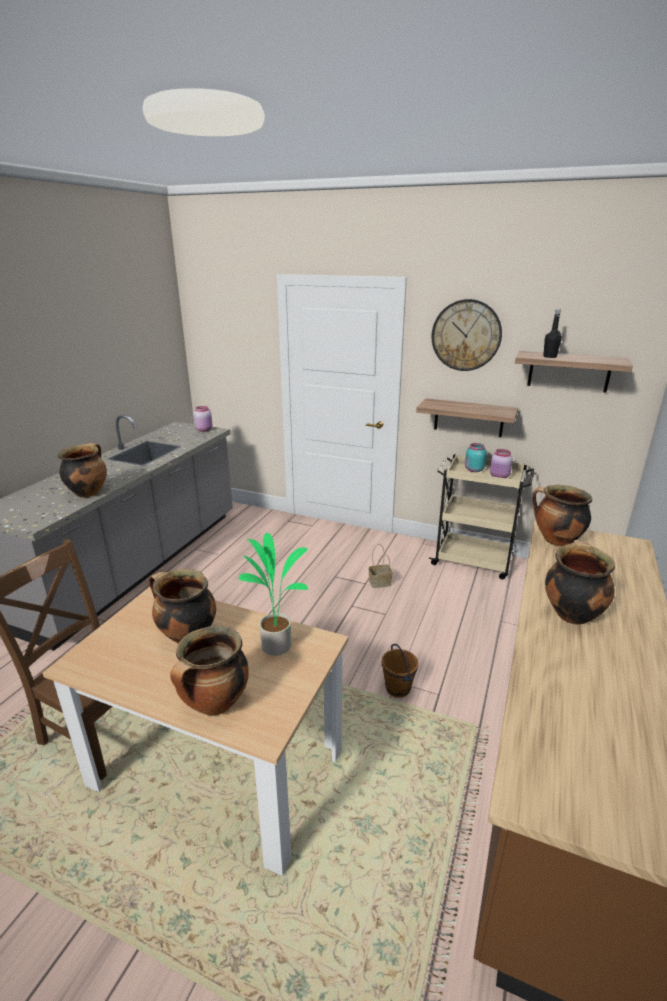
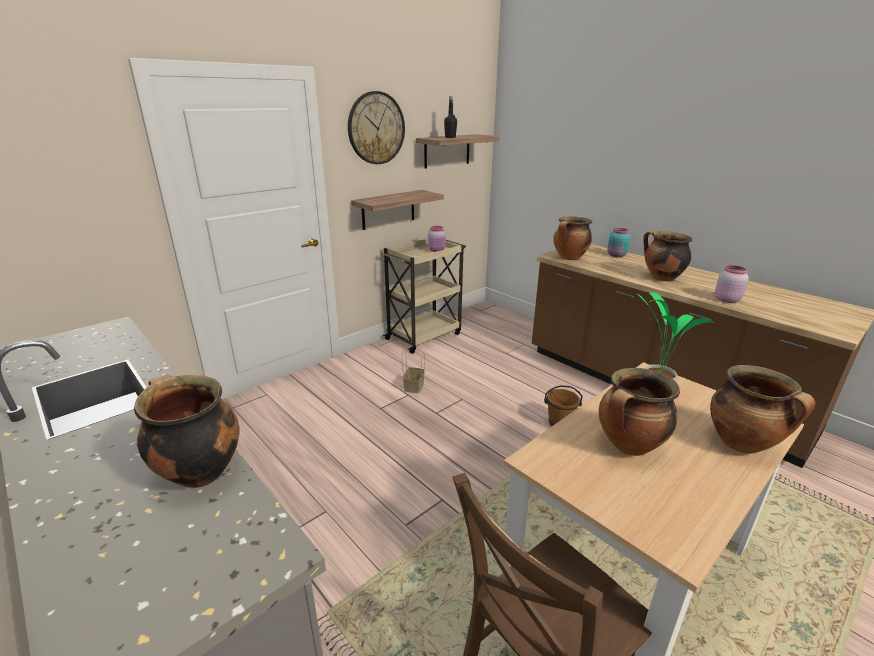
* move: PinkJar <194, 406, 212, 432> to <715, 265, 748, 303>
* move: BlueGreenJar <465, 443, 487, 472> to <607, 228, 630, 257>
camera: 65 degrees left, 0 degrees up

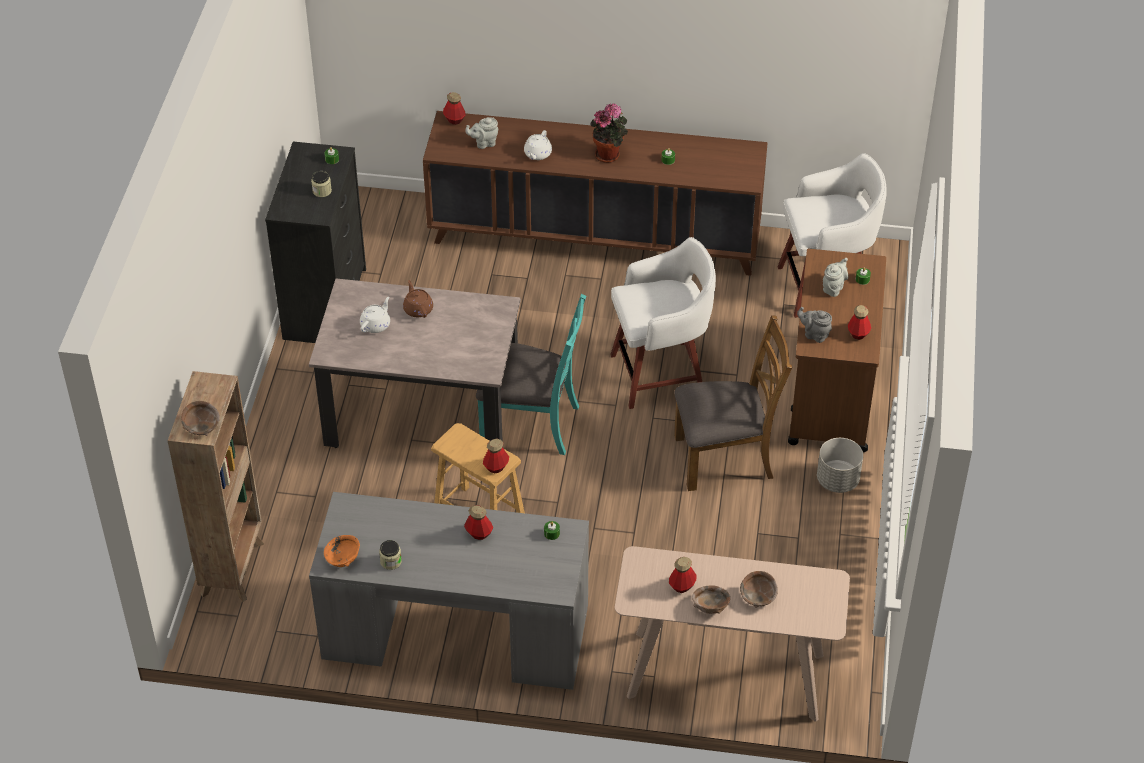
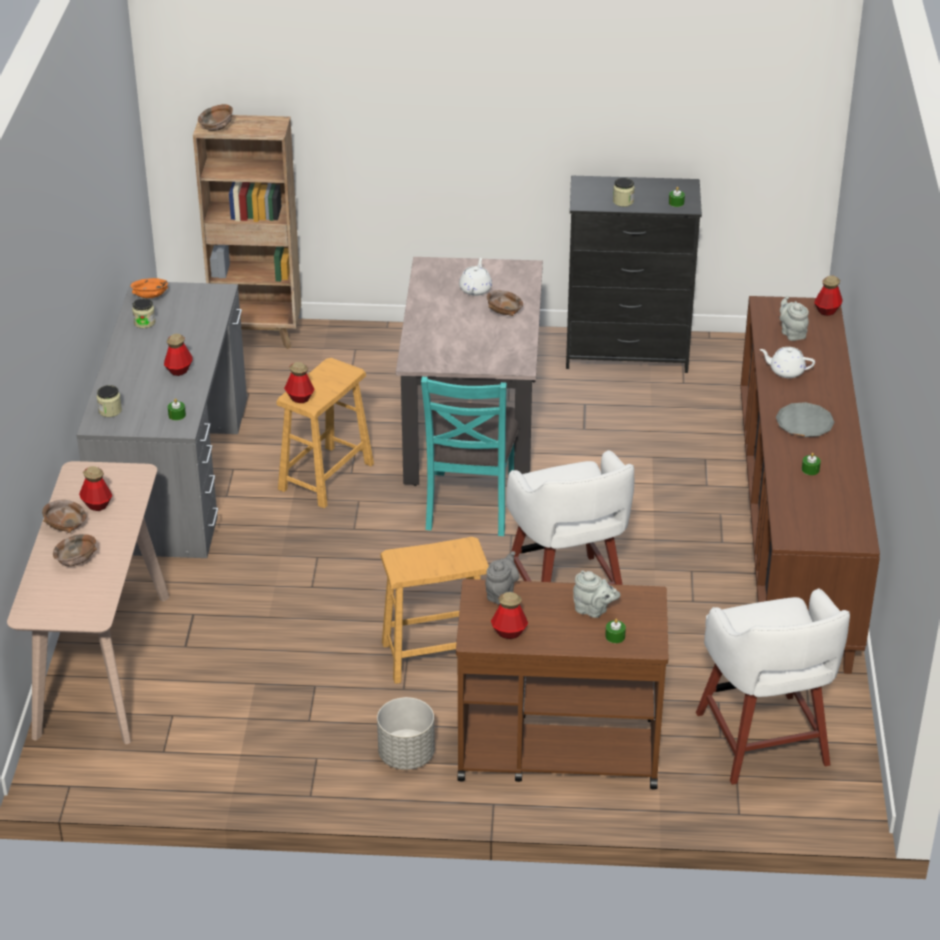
* insert: Jar <97, 385, 122, 417>
* replace: BrownColouredTeaPot <403, 280, 433, 318> to BrownColouredBowl <487, 290, 523, 316>
* replace: PottedPlant <590, 103, 628, 163> to GrayPlate <776, 402, 834, 437>
* replace: BrownColouredChair <674, 315, 792, 491> to BrownColouredStool <380, 537, 489, 684>
* rotate: WhiteTeaPot <360, 297, 390, 333> = <459, 258, 492, 296> 105 degrees counterclockwise
camera: 85 degrees right, 10 degrees down

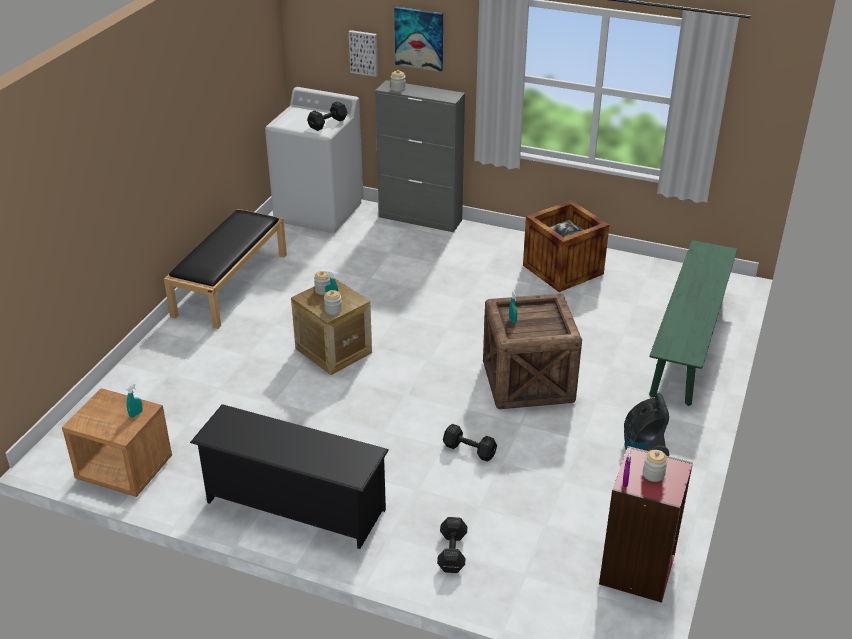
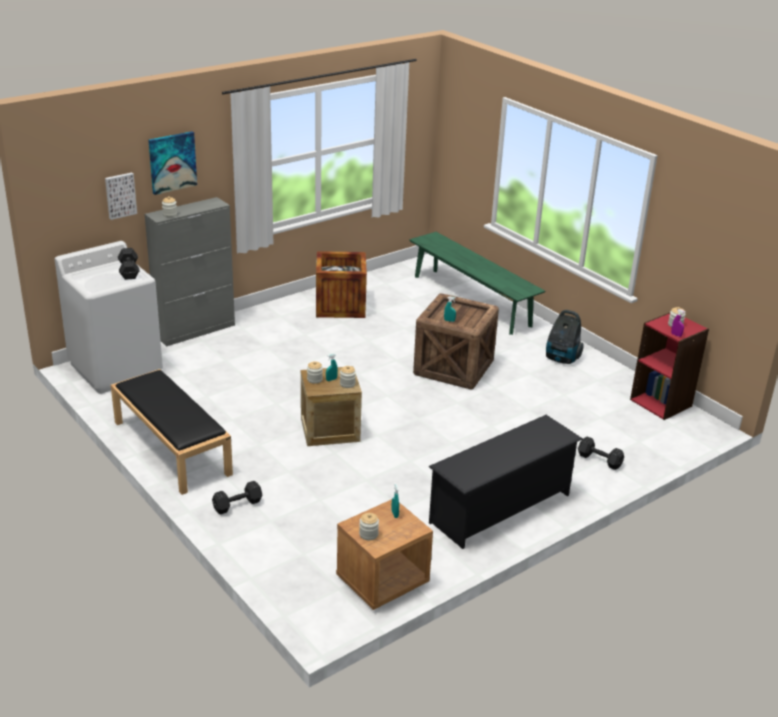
* insert: Jar <359, 513, 379, 540>
* move: BlackishDumbbell <443, 424, 497, 462> to <212, 481, 263, 514>
camera: 60 degrees left, 5 degrees down

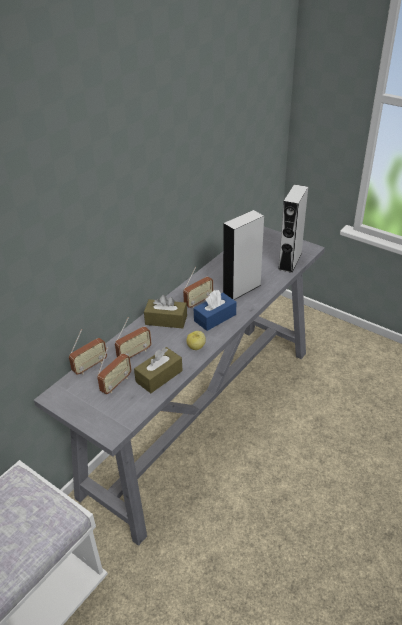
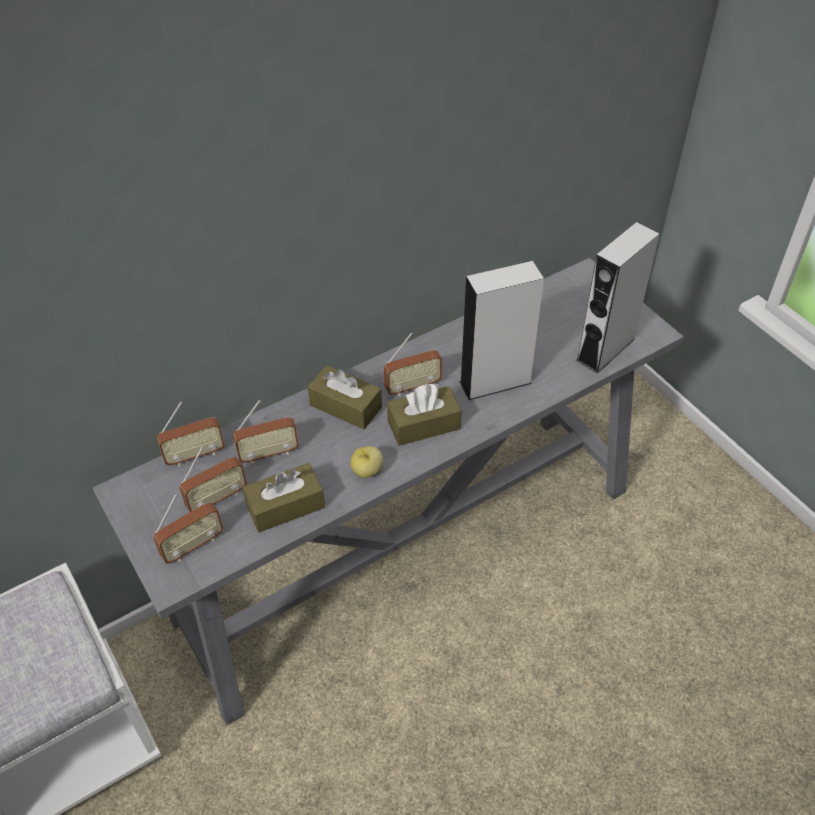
* insert: RadioReceiver <153, 494, 223, 564>
* recolor: BlueColouredBoxOfTissues <193, 290, 236, 331> to BrownColouredBoxOfTissues <387, 384, 462, 446>
camera: 20 degrees right, 10 degrees up

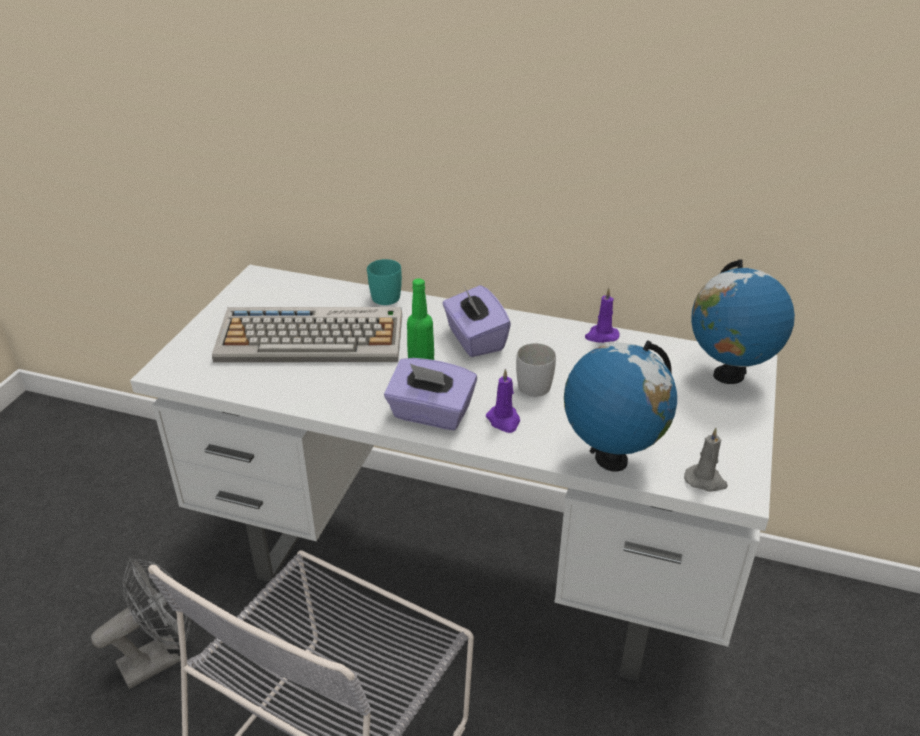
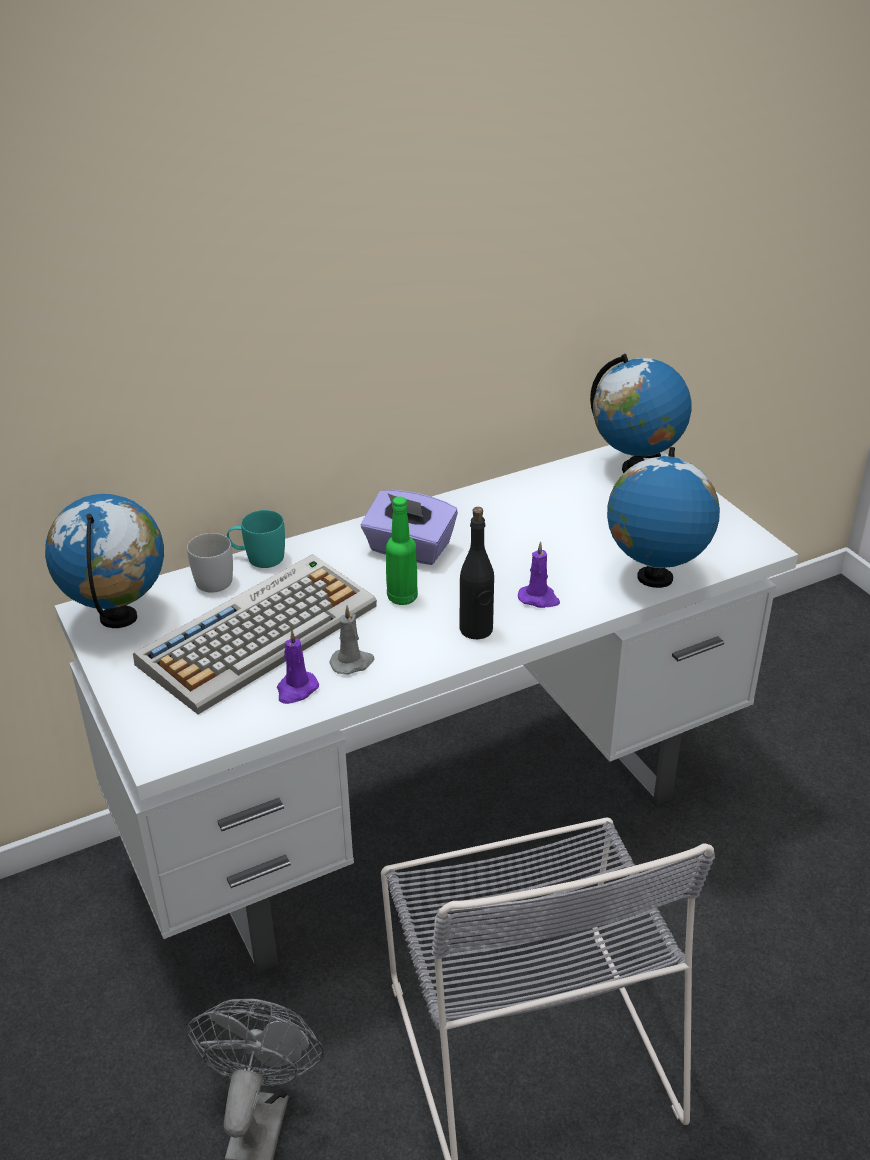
* insert: WorldGlobe <45, 494, 164, 628>
* move: WhiteCoffeeMug <516, 343, 556, 397> to <187, 533, 233, 593>
* move: PurplishWaxCandle <585, 288, 620, 343> to <277, 630, 319, 704>
* move: GrayWaxCandle <684, 428, 728, 492> to <329, 605, 374, 675>
* replace: PurplishBoxOfTissues <384, 358, 477, 430> to BlackishBottle <460, 507, 494, 639>
camera: 45 degrees left, 0 degrees up

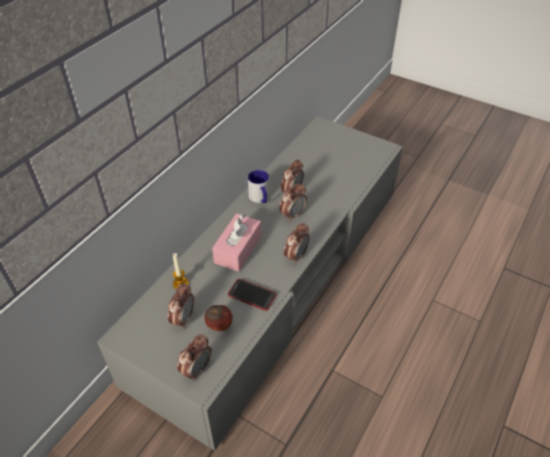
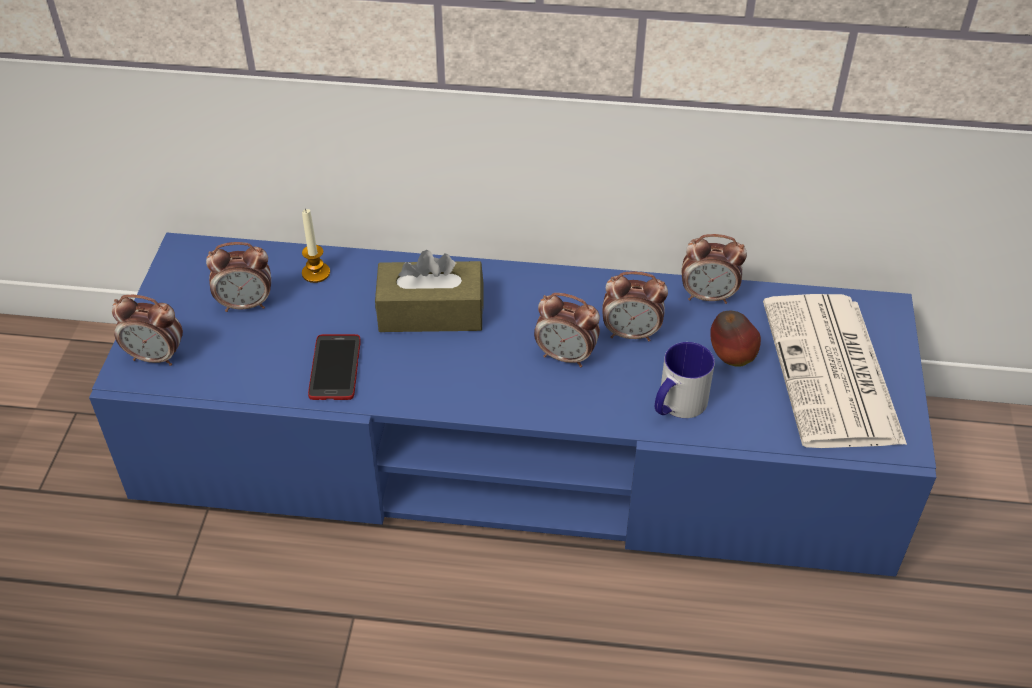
* insert: Newspaper <763, 294, 907, 448>
* move: WholeApple <205, 305, 233, 331> to <710, 311, 761, 367>
* move: CoffeeMug <248, 170, 269, 203> to <655, 342, 715, 418>
* move: BedsideClock <284, 222, 310, 264> to <682, 234, 747, 304>
* recolor: GrayTvUnit <97, 116, 403, 451> to BlueColouredTvUnit <89, 233, 936, 577>
* recolor: PinkBoxOfTissues <212, 213, 261, 272> to BrownColouredBoxOfTissues <375, 250, 483, 332>
camera: 65 degrees right, 0 degrees up

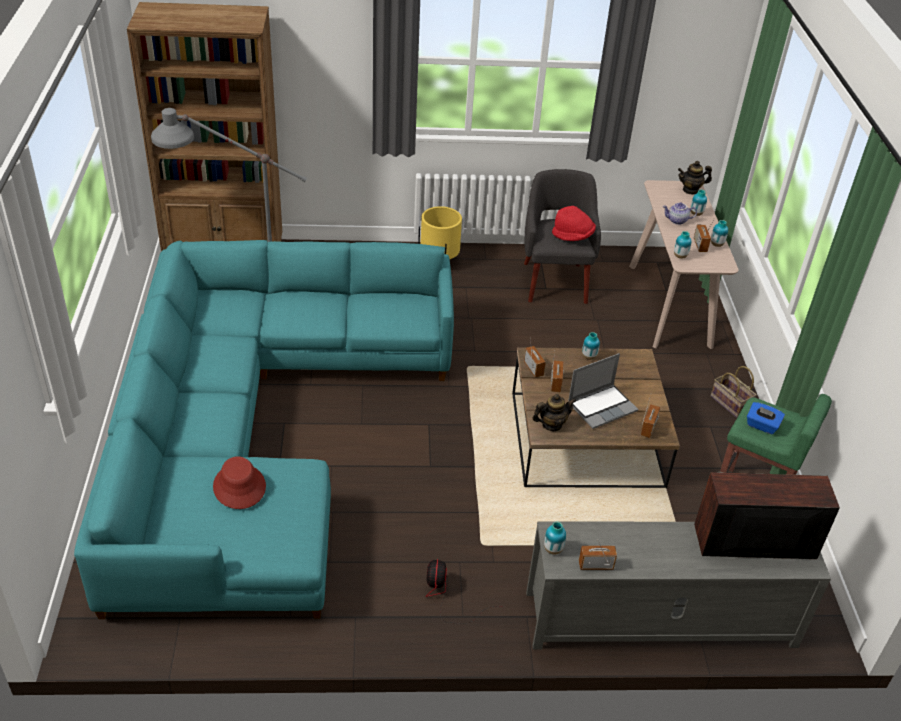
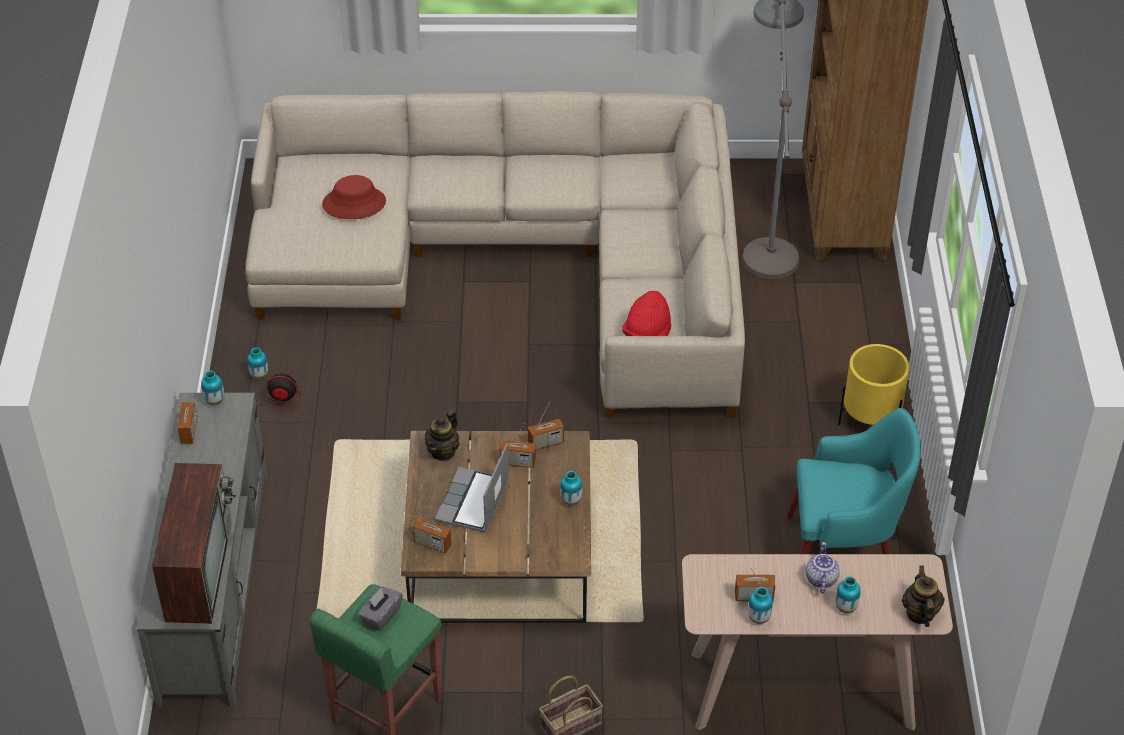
* move: RedColouredHat <552, 206, 596, 241> to <622, 291, 671, 336>
* move: DecorativeVase <674, 231, 691, 259> to <248, 347, 268, 379>
* recolor: BlueGreenCouch <74, 240, 454, 619> to BeigeColouredCouch <245, 91, 745, 418>
* recolor: GrayLoungeChair <524, 169, 601, 304> to BlueGreenLoungeChair <786, 408, 921, 554>
* recolor: BlueColouredBoxOfTissues <747, 402, 785, 434> to GrayBoxOfTissues <358, 586, 402, 631>
* rotate: TeaPot <532, 394, 576, 431> = <425, 409, 459, 461> 45 degrees clockwise
* rotate: NotebookComputer <568, 353, 638, 429> = <435, 443, 509, 533> 45 degrees clockwise
camera: 95 degrees right, 5 degrees up

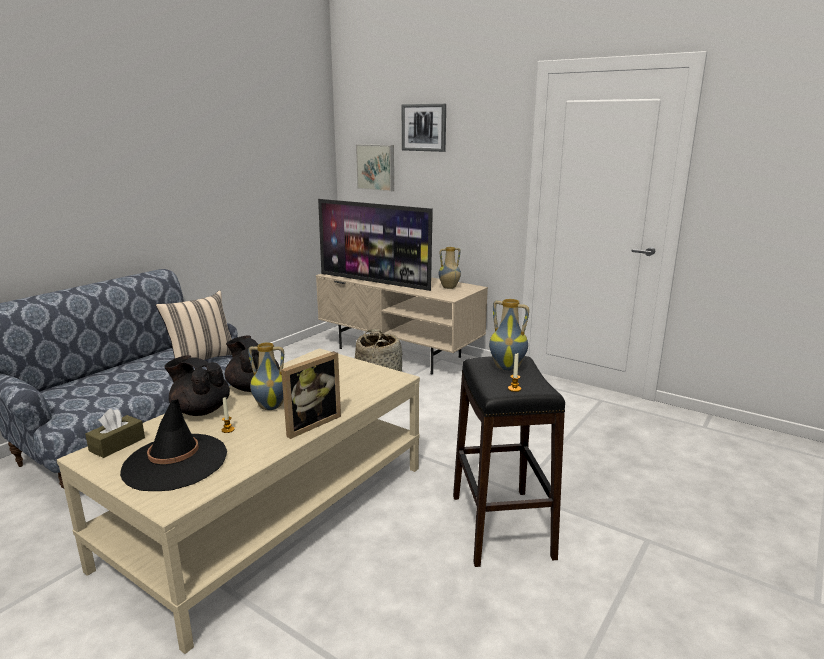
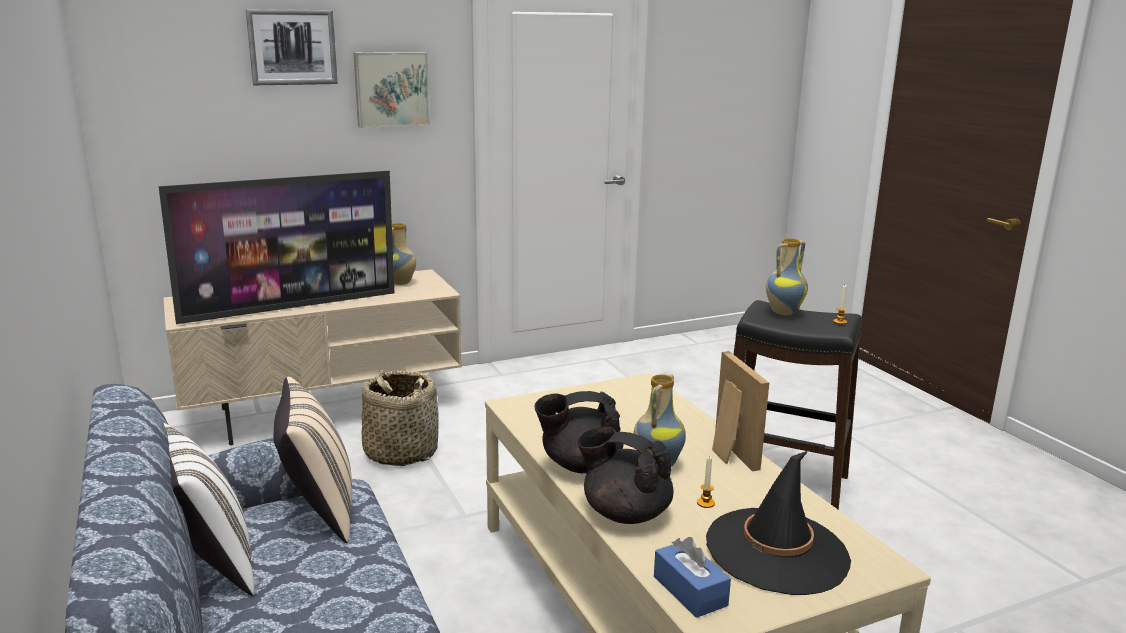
* insert: WhiteCushion <164, 423, 255, 596>
* move: WallArt <356, 144, 394, 191> to <353, 52, 430, 128>
* recolor: BrownColouredBoxOfTissues <85, 409, 145, 458> to BlueColouredBoxOfTissues <654, 537, 731, 618>
* rotate: BlackishTeaPot <164, 355, 230, 416> = <577, 427, 674, 524> 60 degrees clockwise
camera: 60 degrees left, 0 degrees up

